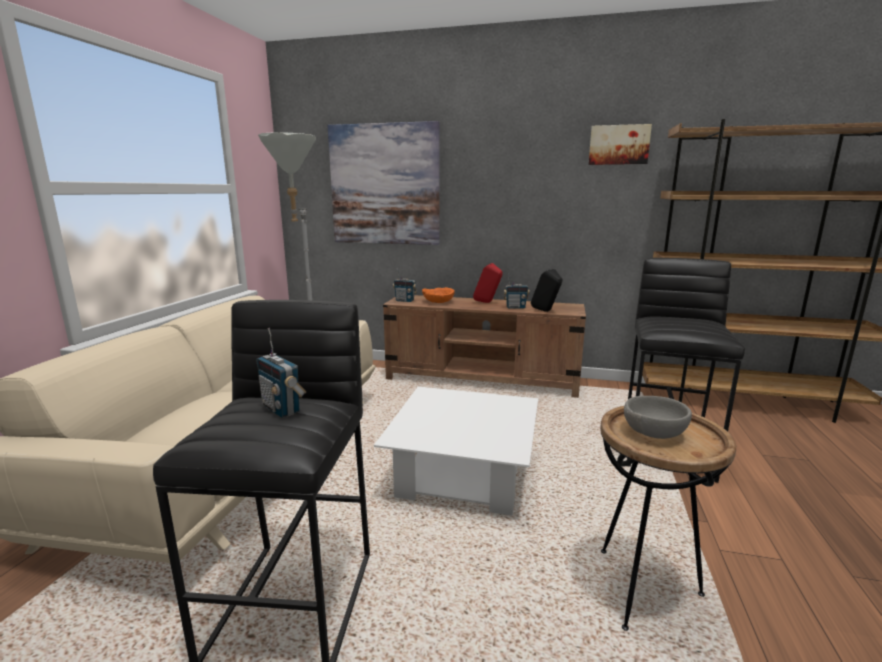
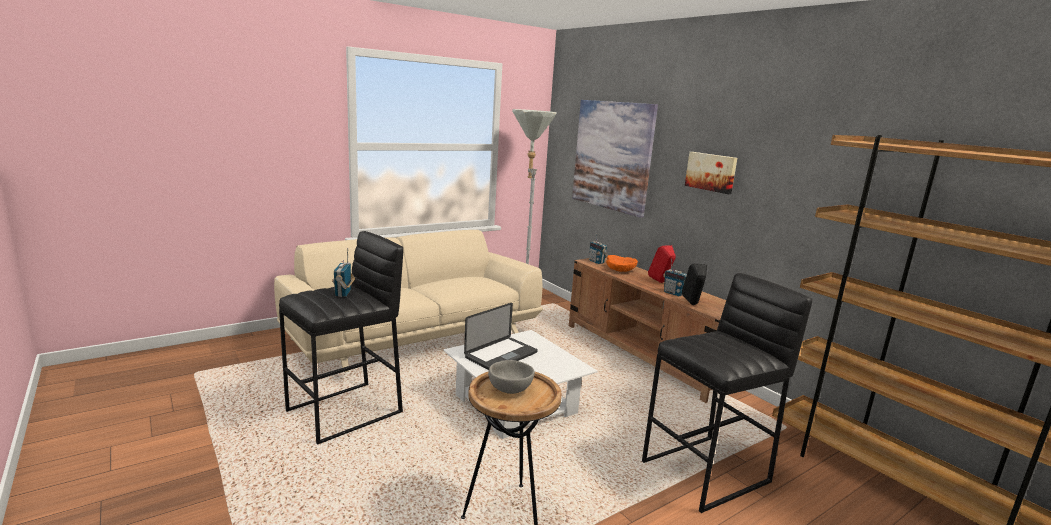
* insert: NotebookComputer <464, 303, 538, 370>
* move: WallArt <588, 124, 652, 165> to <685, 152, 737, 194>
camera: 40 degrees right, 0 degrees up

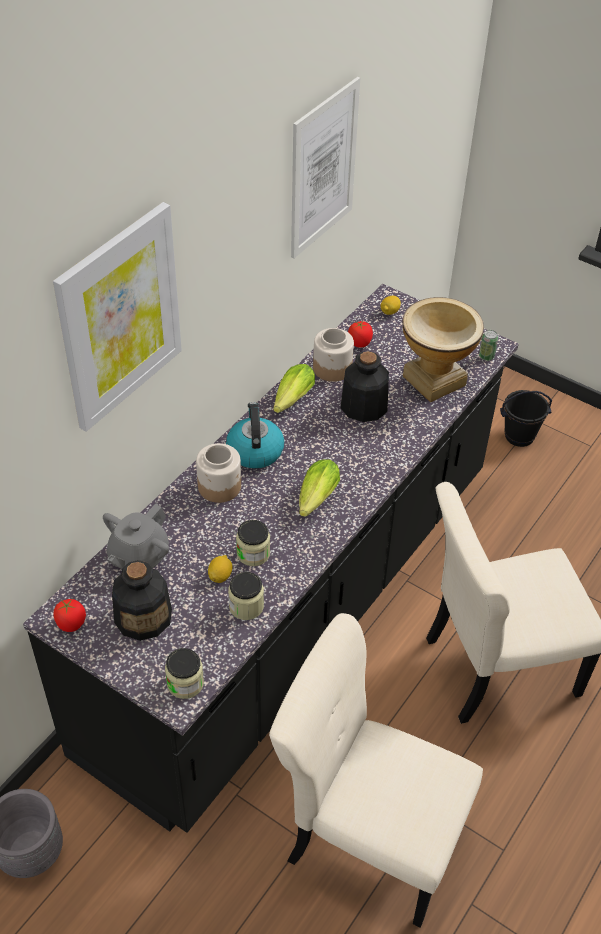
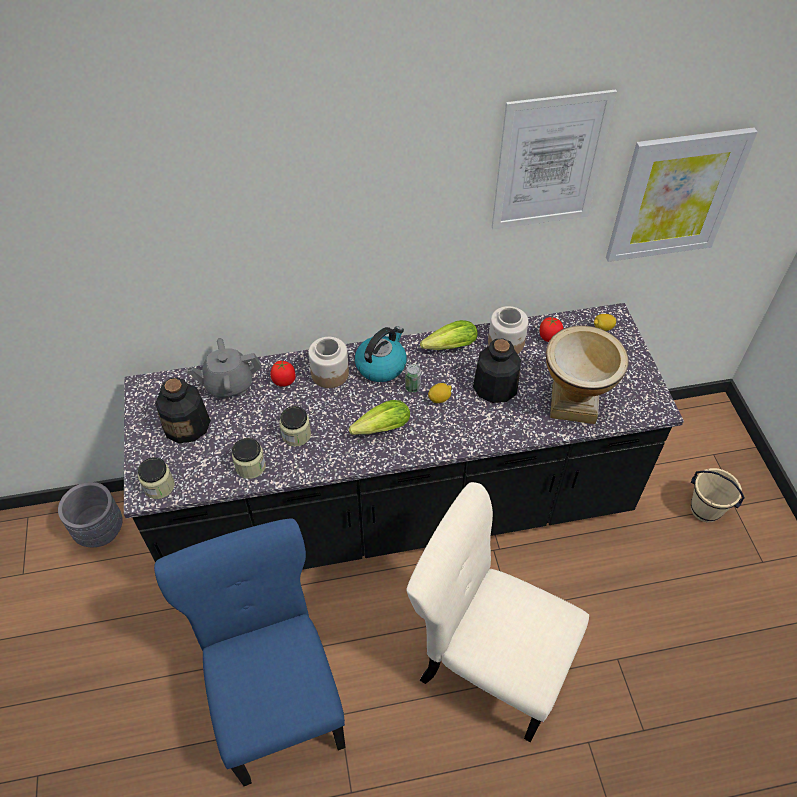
* move: WallArt <53, 202, 182, 432> to <606, 127, 757, 262>
* move: WholeTomato <54, 599, 86, 632> to <270, 360, 296, 387>
* move: Lemon <208, 555, 233, 583> to <428, 383, 452, 403>
* move: MetalCan <479, 330, 498, 361> to <405, 364, 421, 393>
* recolor: BeigeColouredChair <269, 613, 483, 928> to BlueColouredChair <154, 518, 346, 786>
* recolor: BlackishBucket <500, 390, 552, 447> to BeigeColouredBucket <691, 468, 745, 522>
camera: 45 degrees right, 5 degrees up

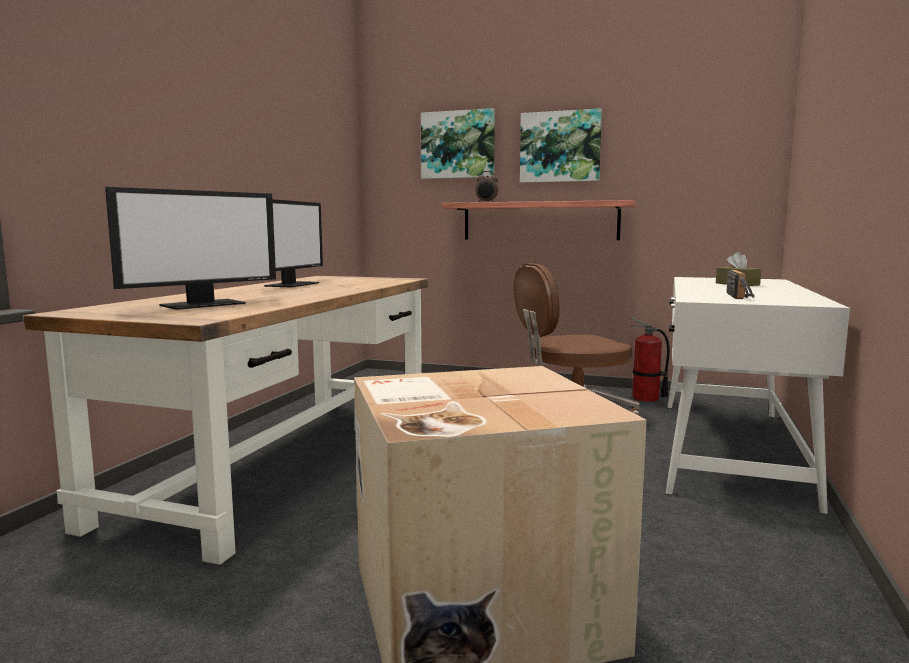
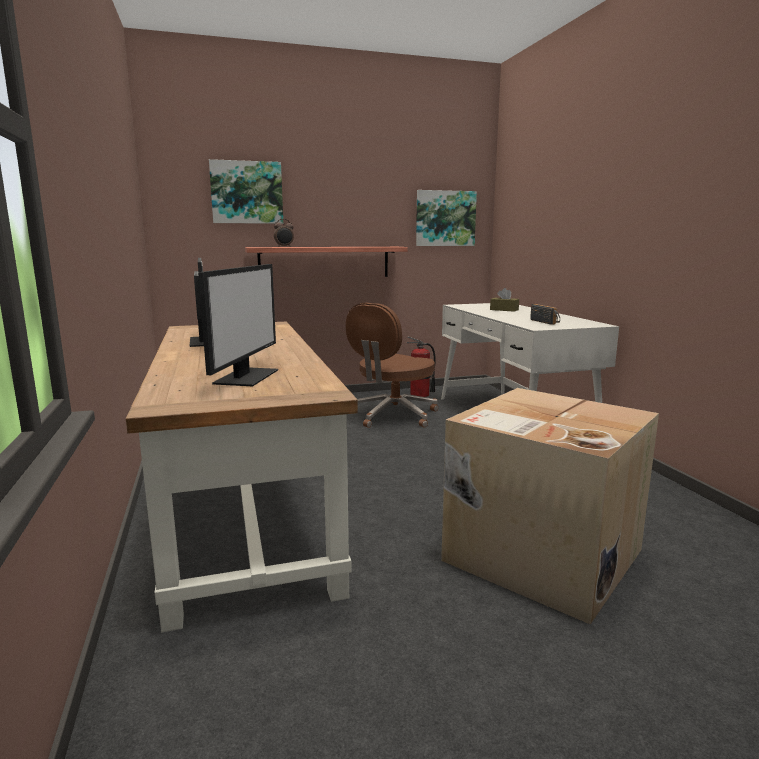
* move: WallArt <520, 108, 602, 183> to <416, 190, 477, 246>
camera: 35 degrees left, 5 degrees up

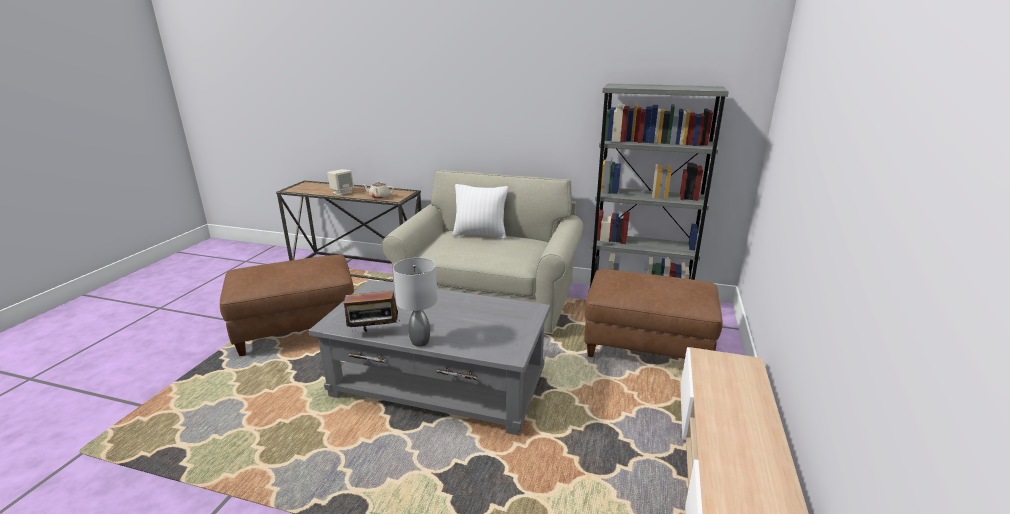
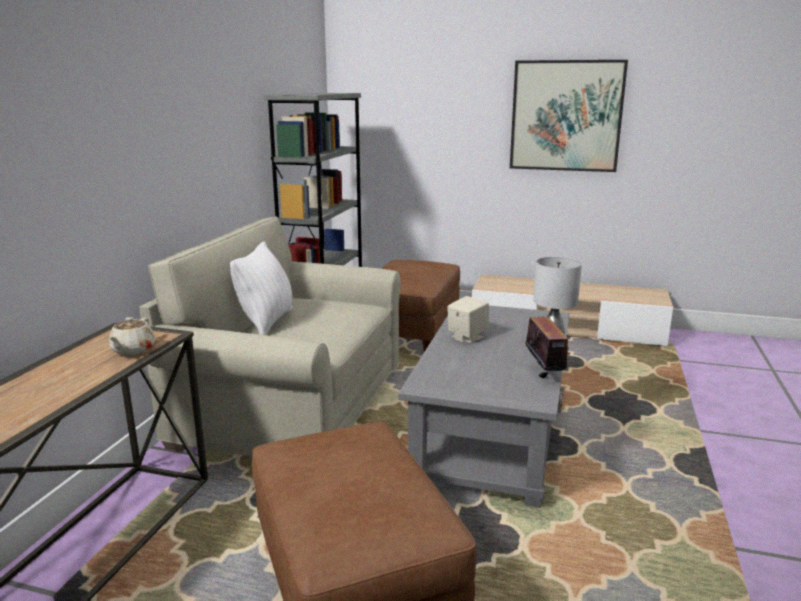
* insert: WallArt <510, 60, 628, 172>
* move: BeigeColouredLoudspeaker <327, 169, 354, 195> to <447, 296, 489, 343>
camera: 90 degrees left, 5 degrees down

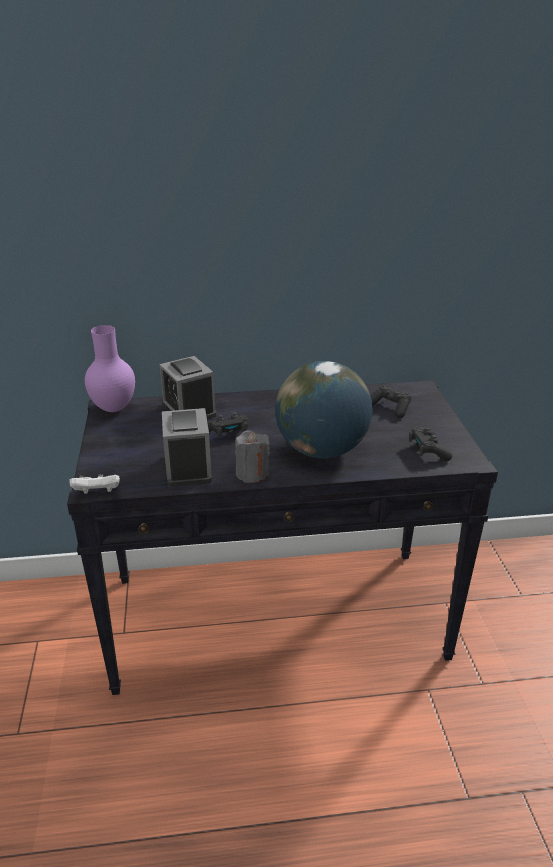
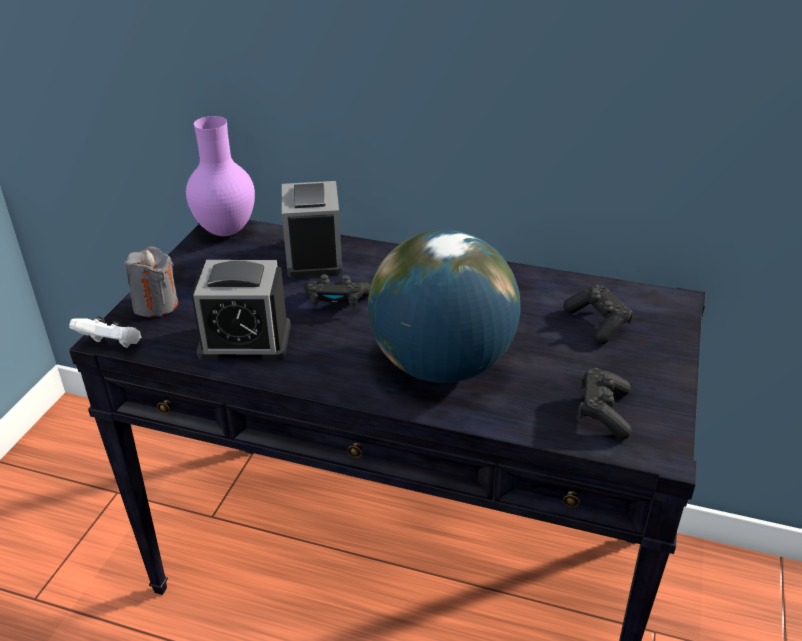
* move: GrayWaxCandle <235, 430, 270, 483> to <124, 246, 178, 317>
* rotate: BedsideClock <162, 408, 212, 487> = <191, 260, 291, 360> 105 degrees counterclockwise
camera: 25 degrees right, 5 degrees up

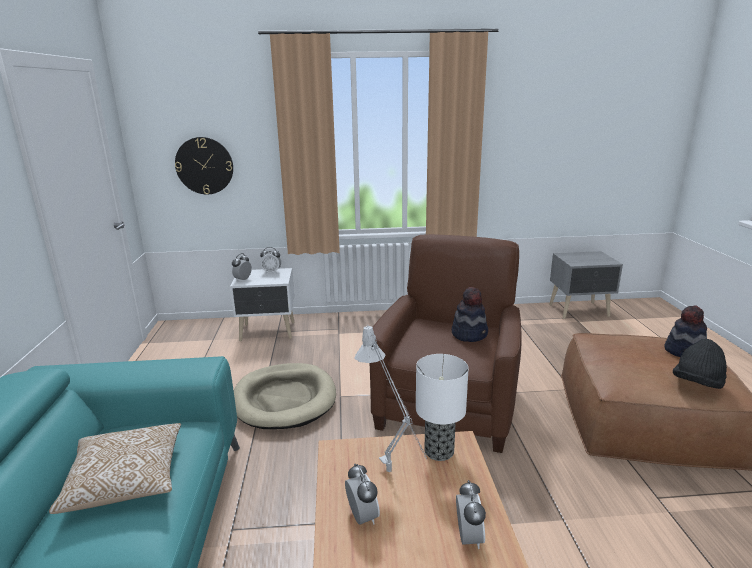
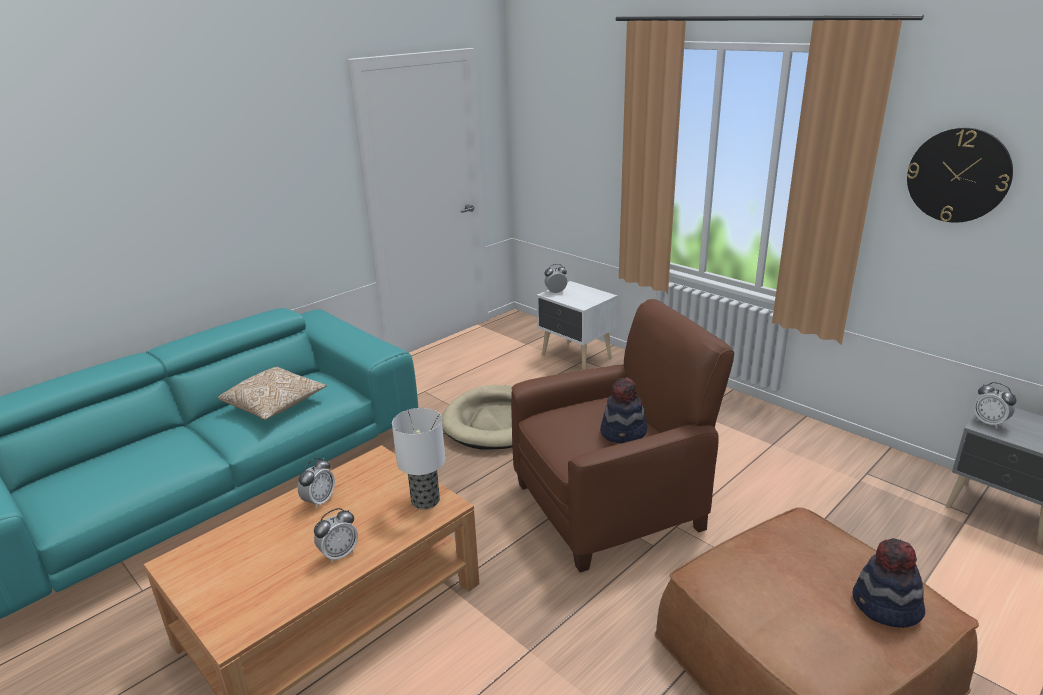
* delete: GrayLampForATable <354, 325, 427, 472>
* delete: BlackishHat <673, 339, 727, 389>
* move: HangingClock <175, 137, 233, 194> to <907, 128, 1013, 223>
* move: BedsideClock <260, 247, 281, 274> to <973, 382, 1017, 429>
camera: 50 degrees right, 5 degrees up

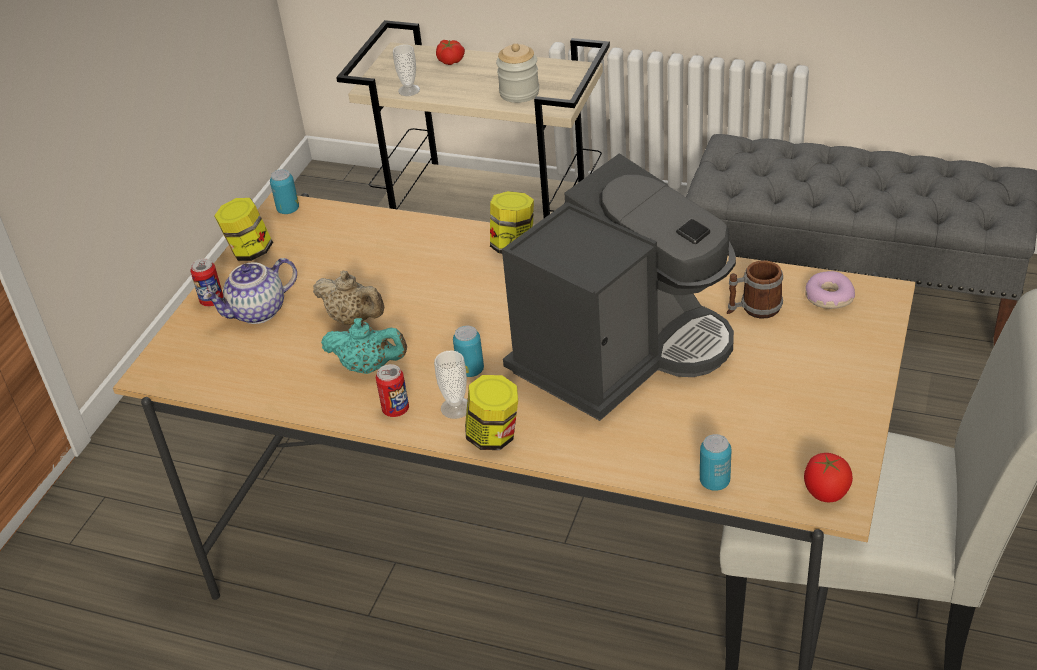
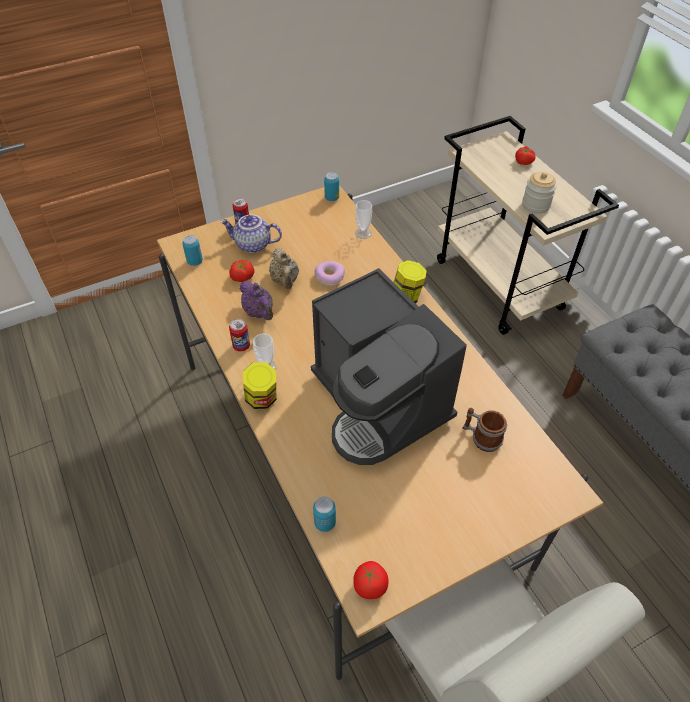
* delete: Jar <214, 198, 273, 261>
* insert: WholeTomato <229, 260, 255, 282>
* move: Cup <393, 44, 420, 96> to <355, 200, 372, 239>
* move: MetalCan <453, 326, 484, 377> to <182, 235, 203, 266>
* move: RingDoughnut <805, 271, 855, 309> to <314, 261, 345, 286>
* recolor: BlueGreenTeaPot <321, 318, 407, 374> to PurplishTeaPot <239, 281, 273, 320>
* rotate: CoffeeMaker <502, 153, 736, 421> = <311, 268, 467, 465> 60 degrees clockwise
camera: 40 degrees right, 10 degrees up

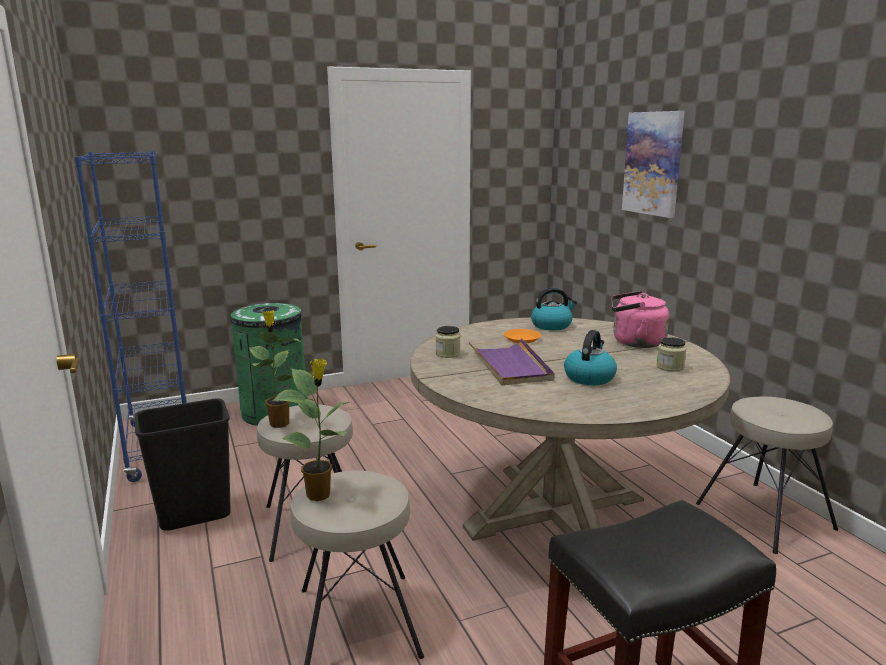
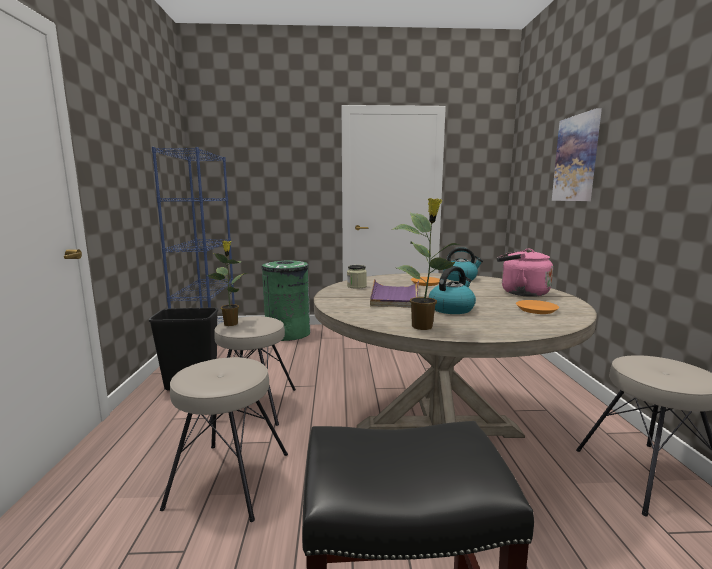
* move: PottedPlant <272, 359, 350, 501> to <393, 198, 461, 330>
* replace: Jar <657, 337, 686, 372> to OrangeColouredPlate <516, 300, 559, 314>
camera: 20 degrees right, 5 degrees down

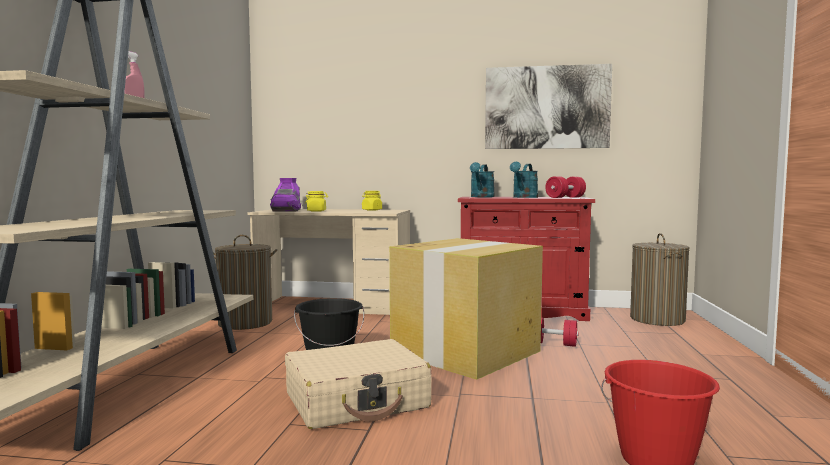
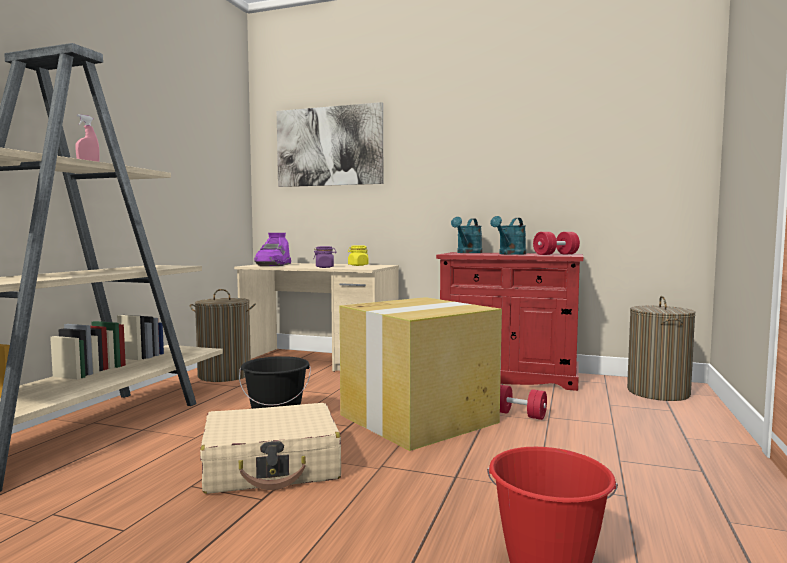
* delete: YellowColouredJar <305, 191, 328, 212>
* insert: PurplishJar <313, 246, 337, 268>
* move: WallArt <485, 64, 612, 149> to <277, 102, 383, 187>
camera: 10 degrees right, 0 degrees up

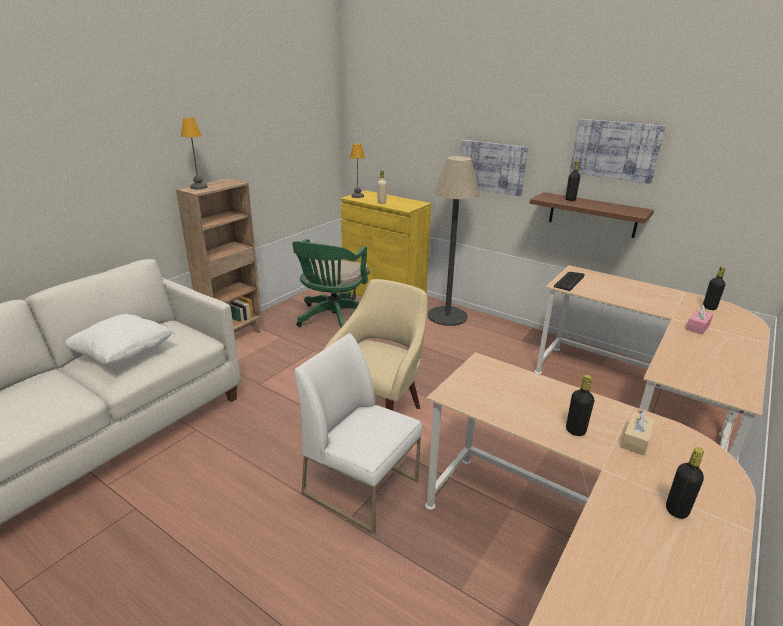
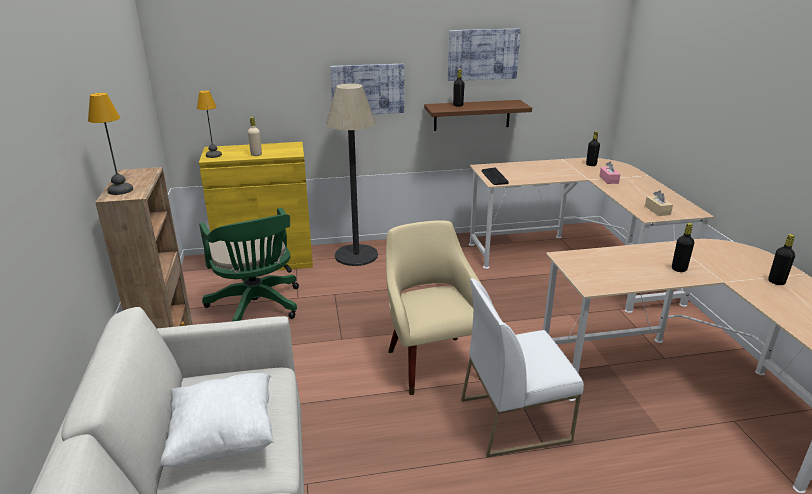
* move: BeigeColouredBoxOfTissues <621, 410, 655, 456> to <645, 190, 673, 216>
camera: 45 degrees left, 0 degrees up

